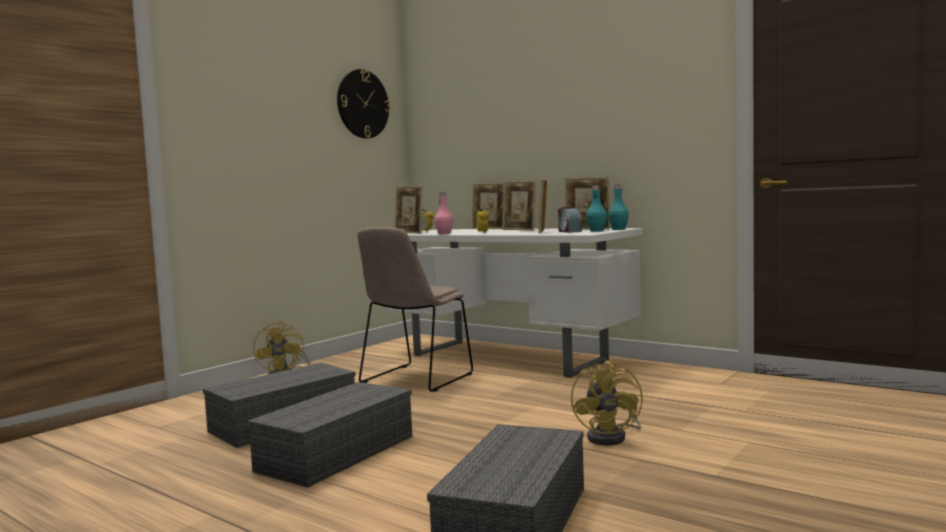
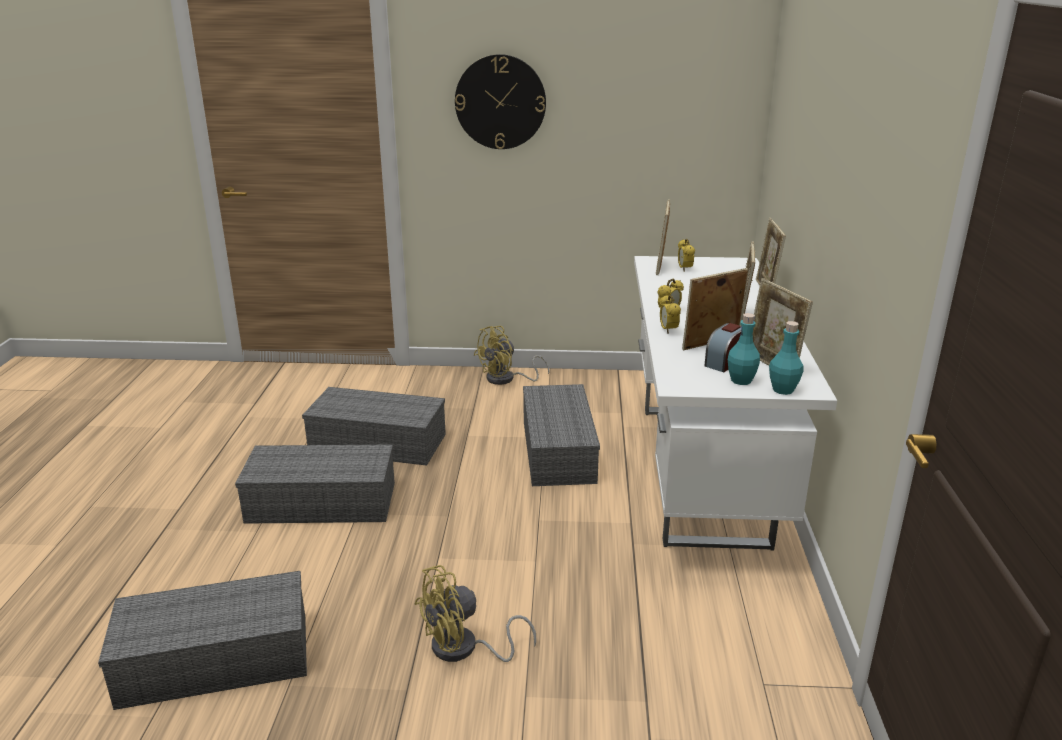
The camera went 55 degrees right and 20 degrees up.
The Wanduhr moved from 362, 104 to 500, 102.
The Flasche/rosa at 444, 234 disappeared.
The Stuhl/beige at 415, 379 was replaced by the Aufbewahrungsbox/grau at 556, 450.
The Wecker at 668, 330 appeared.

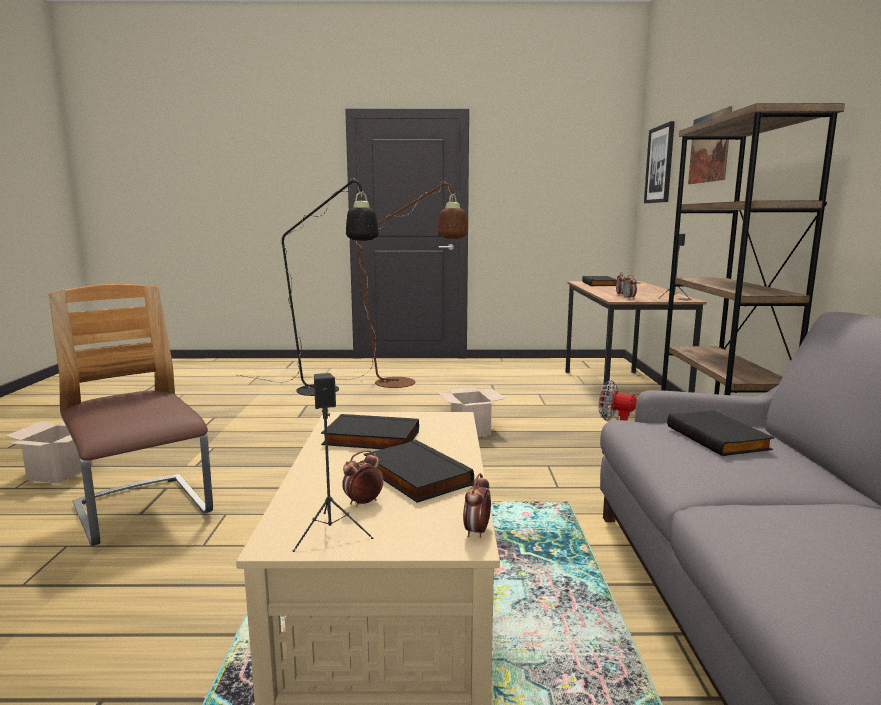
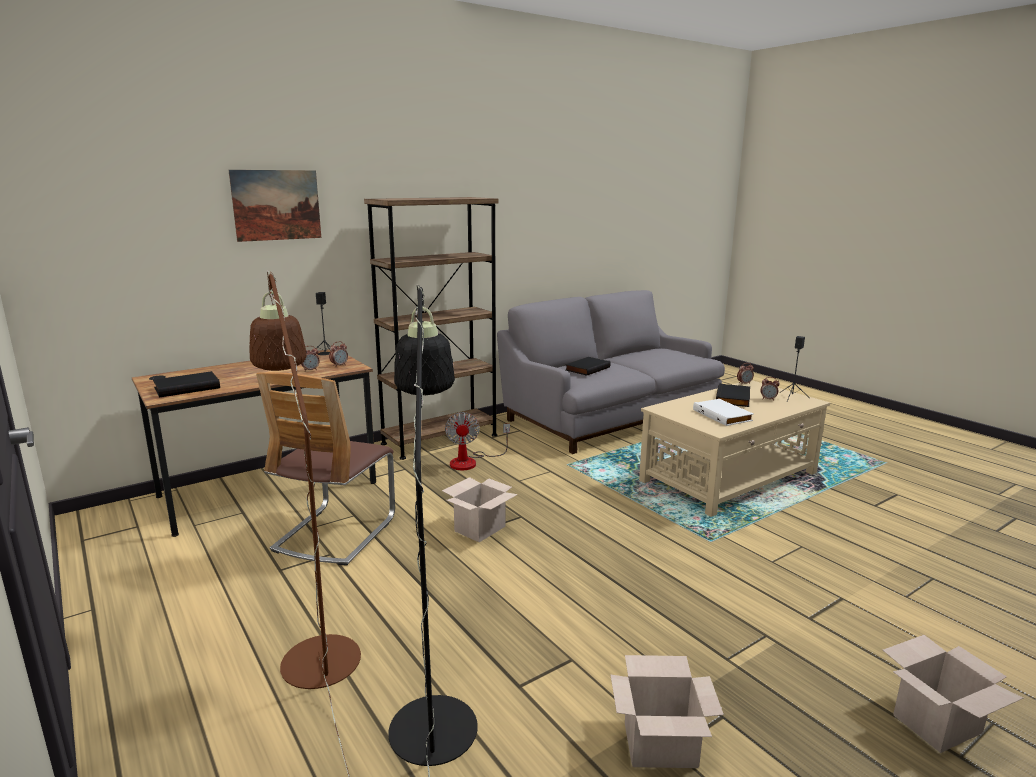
The camera went 125 degrees left and 5 degrees up.
The Bild at 660, 164 disappeared.
The Stuhl moved from 142, 511 to 335, 533.
The Buch/schwarz at 370, 439 became the Buch/weiß at 723, 415.
The Karton at 658, 746 appeared.

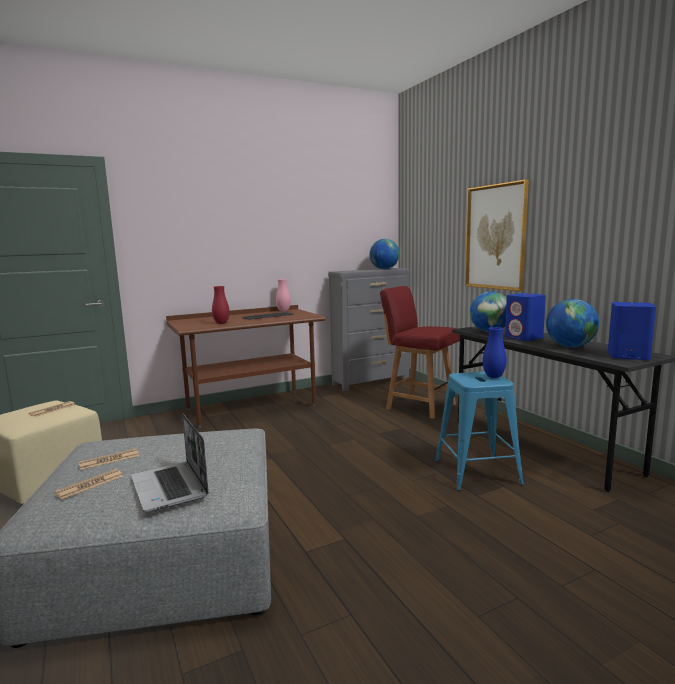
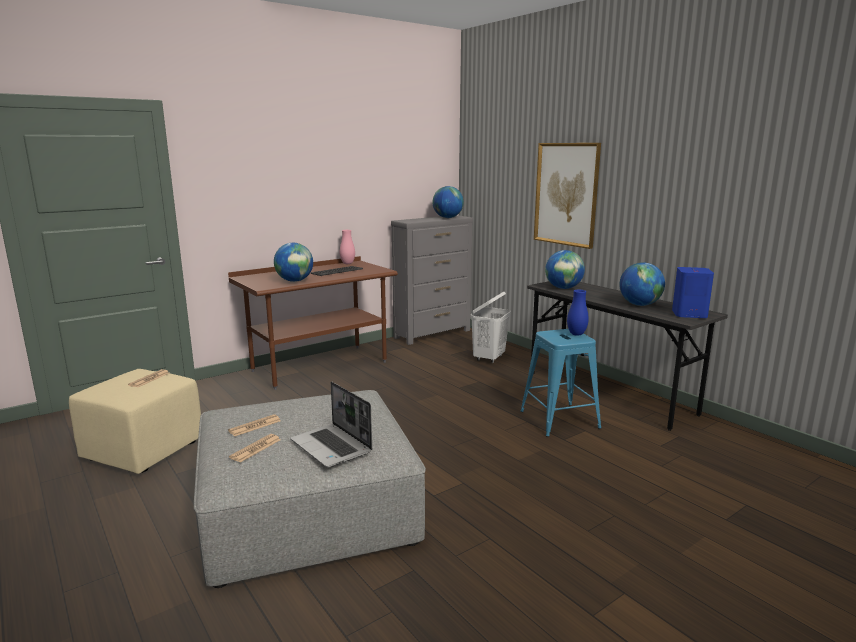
The camera went 10 degrees left and 5 degrees up.
The Vase/rot at 221, 323 was replaced by the Globus at 295, 281.
The Stuhl/rot at 419, 406 was replaced by the Wäschekorb/weiß at 489, 358.
The Lautsprecher/blau at 524, 338 disappeared.

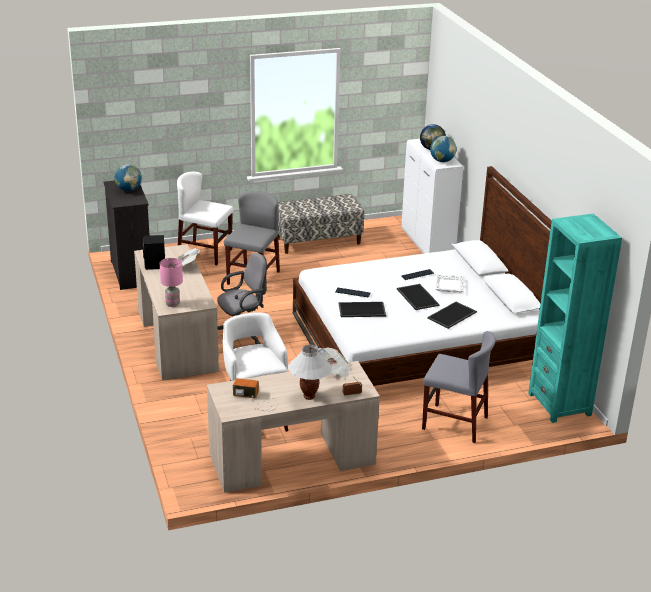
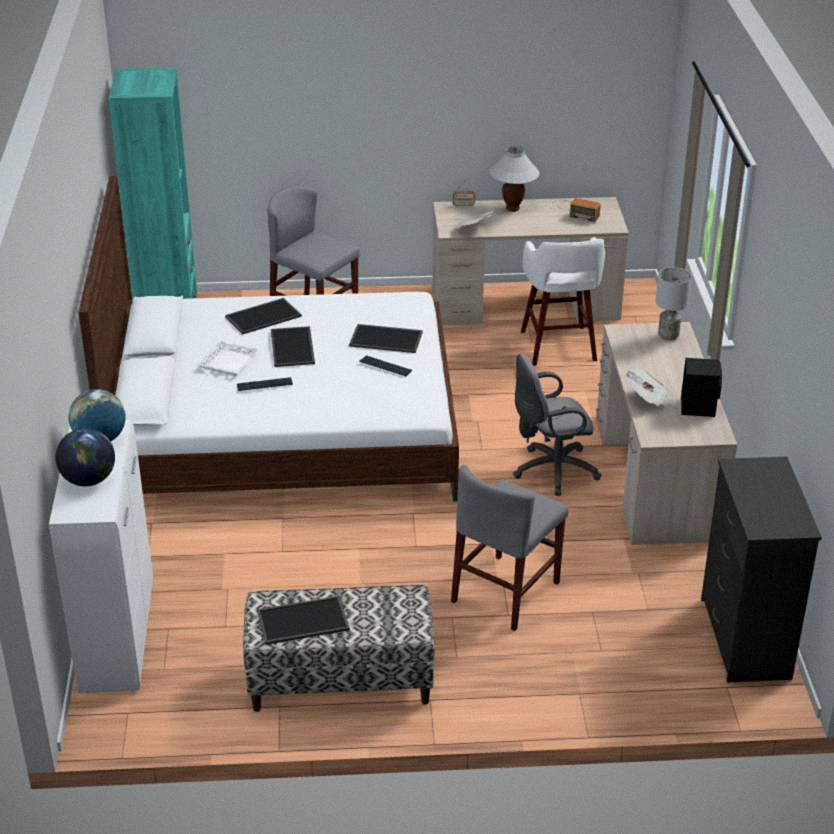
The camera went 165 degrees left and 5 degrees up.
The Globus at 128, 190 disappeared.
The Stuhl/weiß at 205, 253 disappeared.
The Tischlampe/rosa at 173, 304 became the Tischlampe/grau at 668, 336.
The Tablett at 302, 622 appeared.

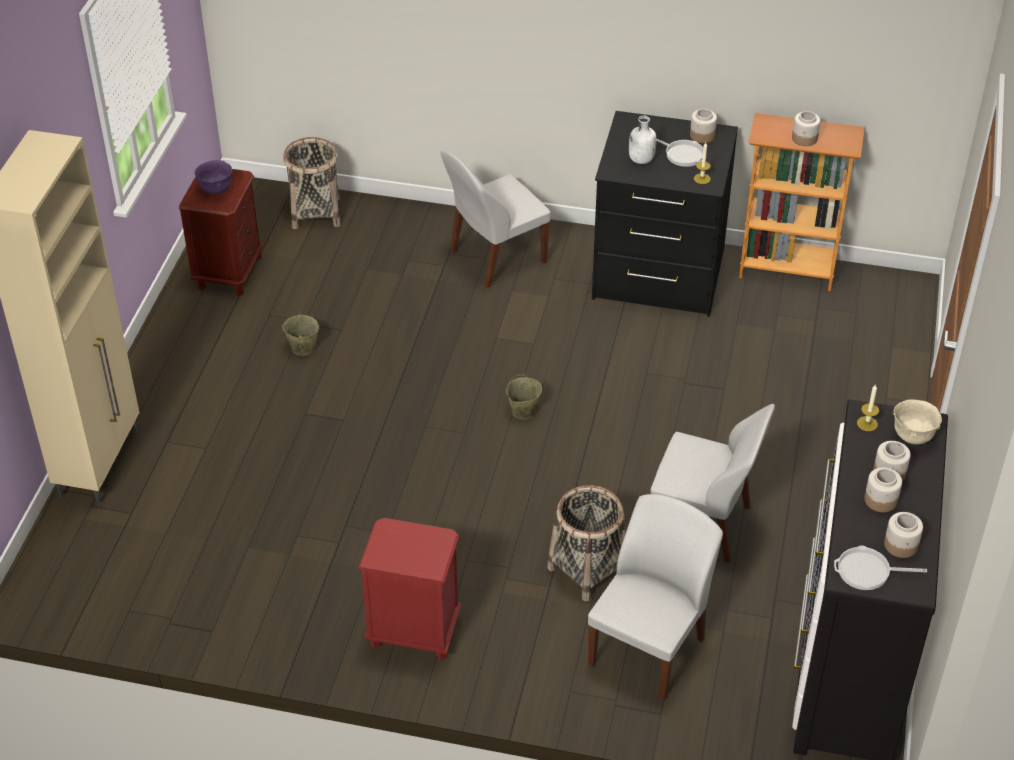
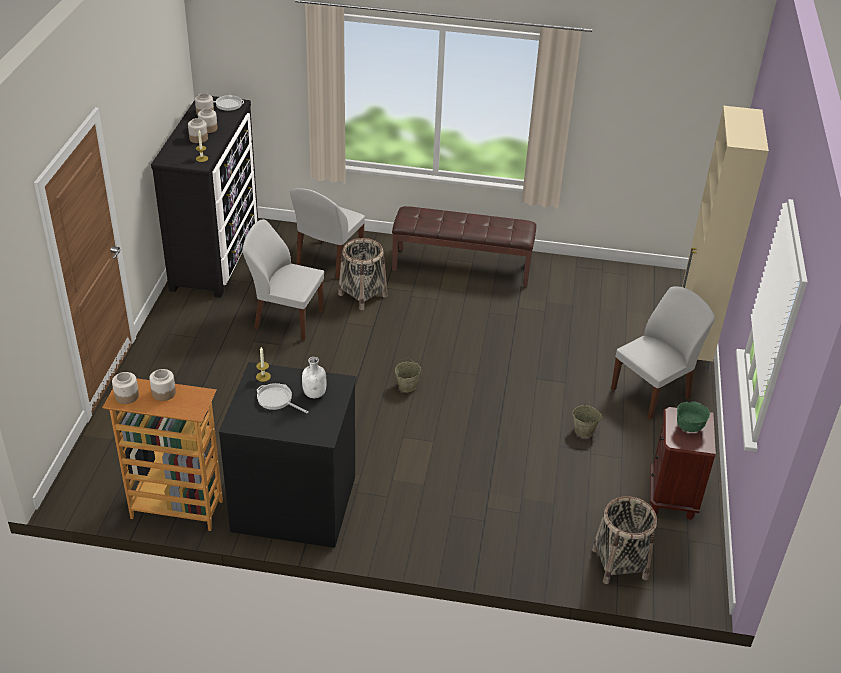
The camera went 175 degrees right and 5 degrees down.
The Vorratsglas moved from 702, 136 to 127, 396.
The Stuhl/weiß moved from 495, 257 to 652, 393.
The Schüssel/lila at 216, 190 became the Schüssel/grün at 689, 427.
The Schüssel/beige at 912, 436 disappeared.
The Nachttisch/rot at 414, 632 was replaced by the Bank/braun at 462, 266.

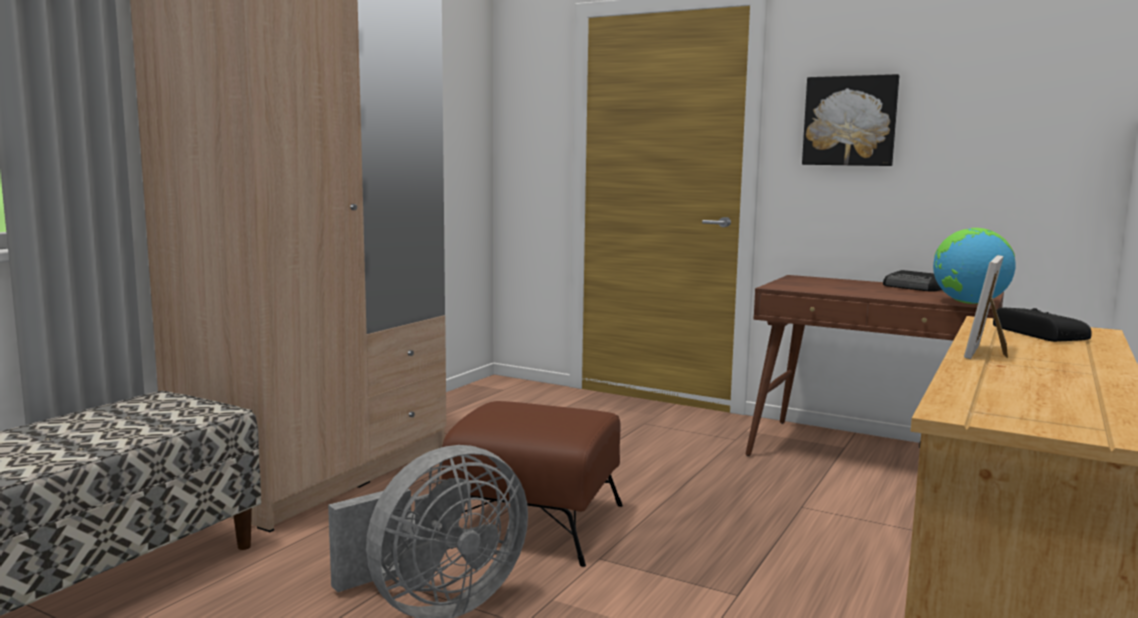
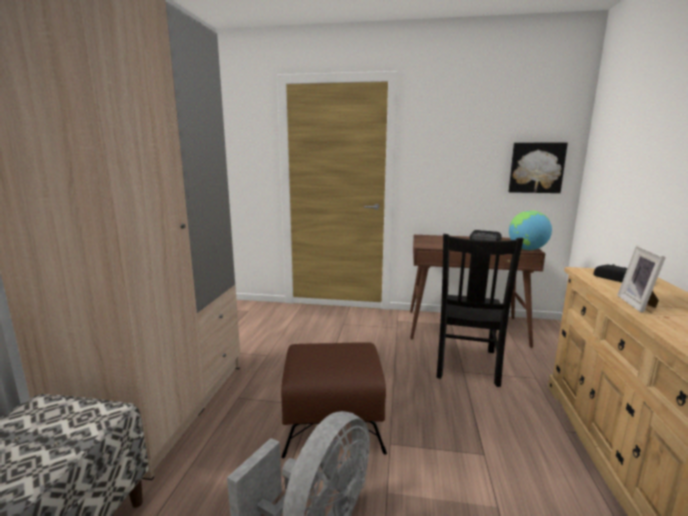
The camera went 20 degrees left and 5 degrees up.
The Bild moved from 850, 121 to 536, 167.
The Stuhl/schwarz at 466, 365 appeared.

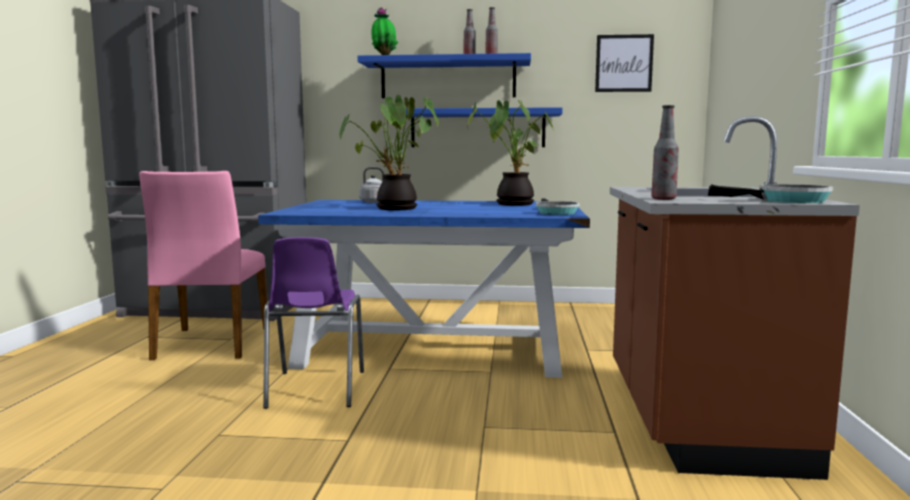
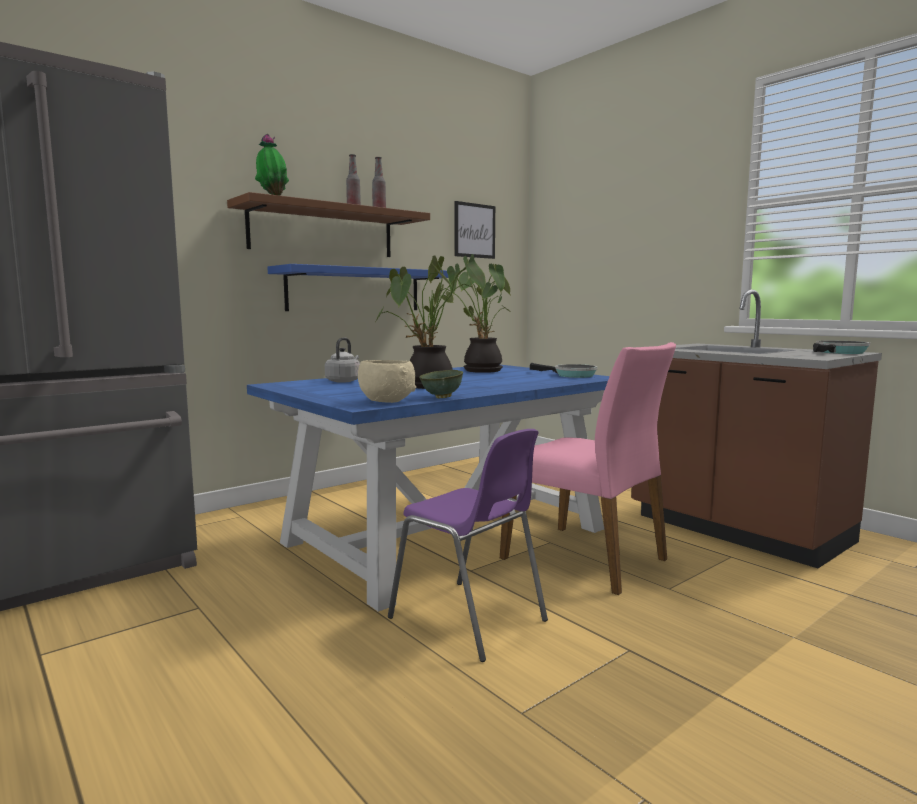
The camera went 45 degrees left and 0 degrees up.
The Wandregal/blau at 448, 79 became the Wandregal/braun at 323, 231.
The Flasche at 663, 199 disappeared.
The Stuhl/rosa moved from 211, 343 to 586, 558.
The Schüssel/beige at 386, 401 appeared.
The Schüssel/grün at 442, 397 appeared.

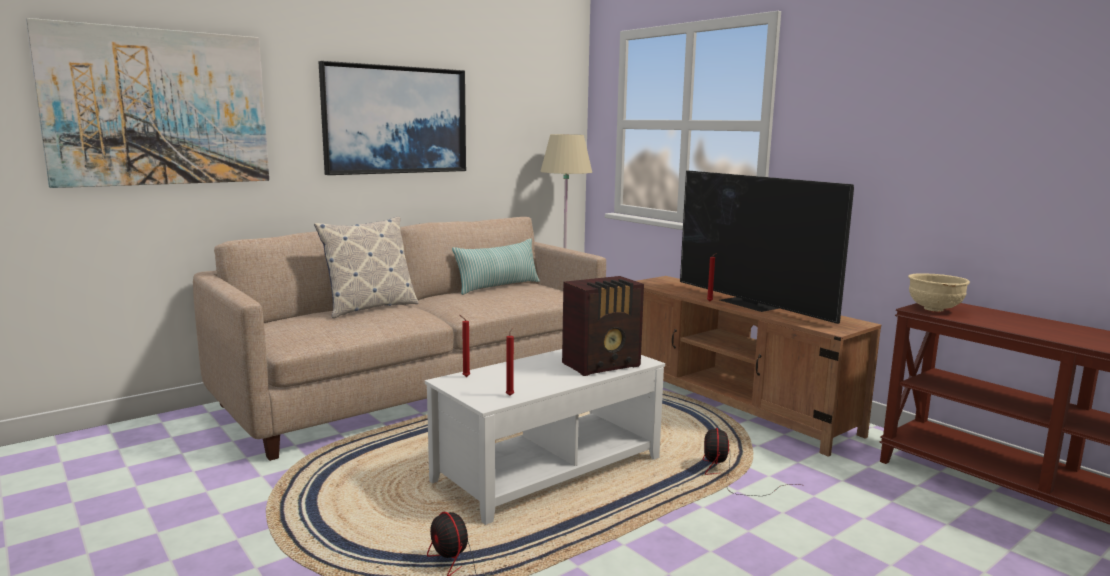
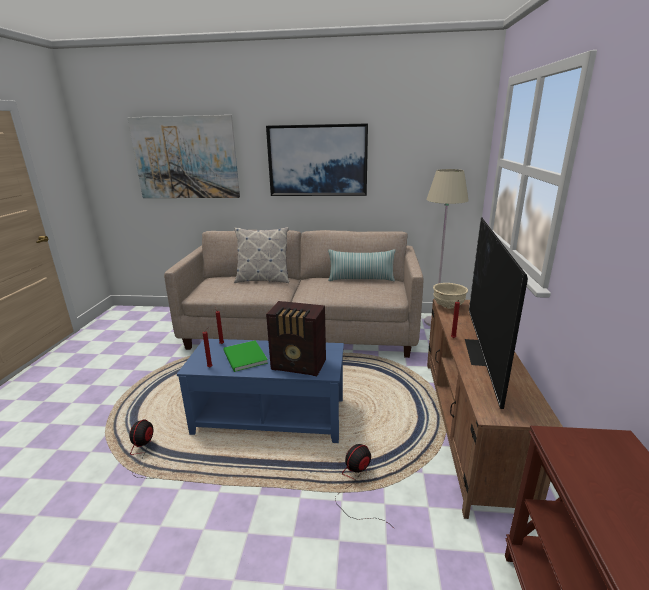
The camera went 45 degrees right and 10 degrees up.
The Schüssel/beige moved from 934, 309 to 448, 306.
The Couchtisch/weiß at 548, 469 became the Couchtisch/blau at 270, 416.
The Buch/grün at 244, 358 appeared.

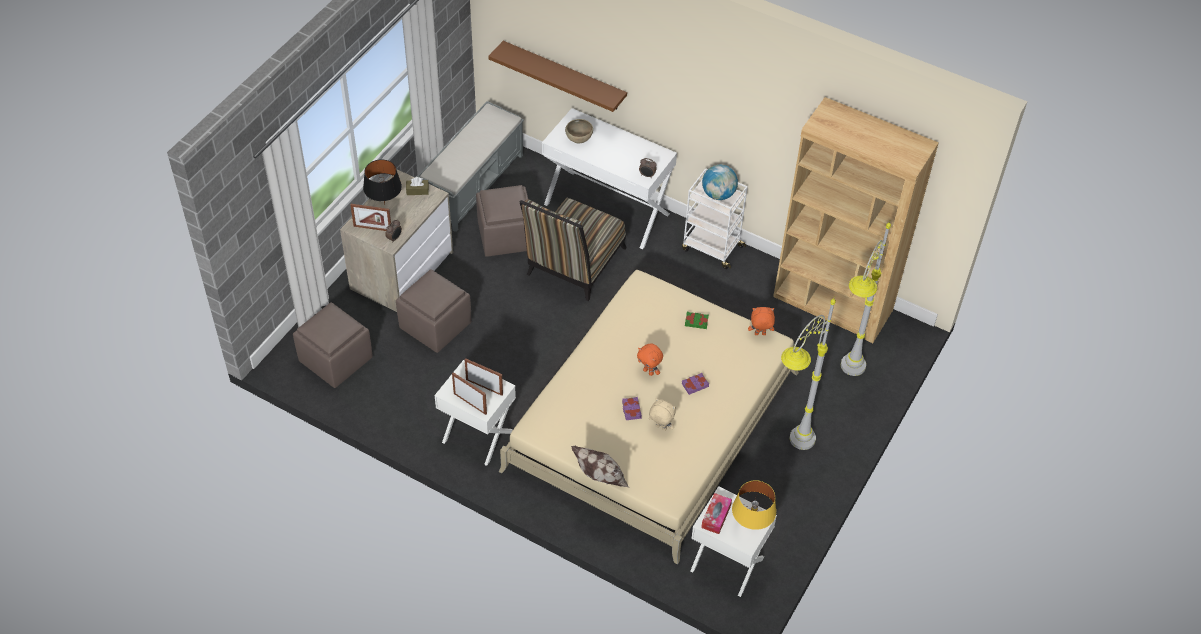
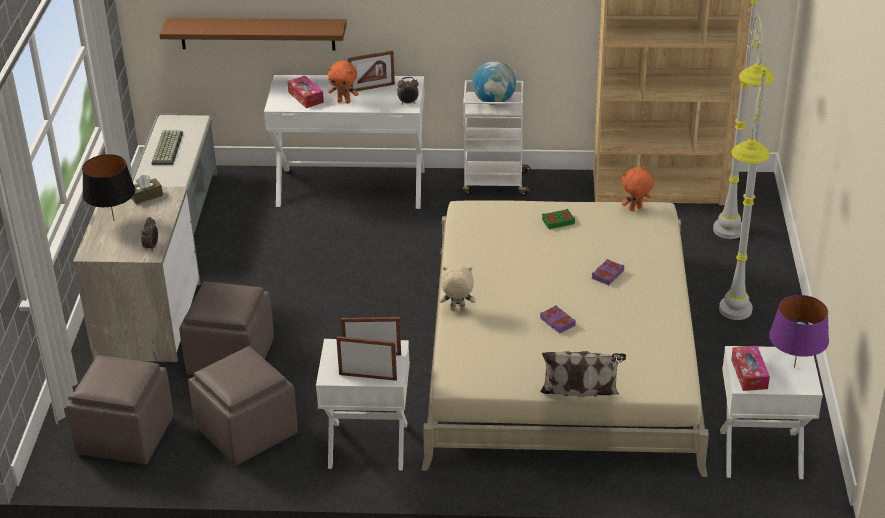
The camera went 25 degrees left and 15 degrees down.
The Schüssel/braun at 579, 140 was replaced by the Taschentuchbox at 306, 97.
The Polsterhocker/braun moved from 505, 236 to 245, 431.
The Stuhl at 573, 265 disappeared.
The Bilderrahmen moved from 372, 228 to 372, 88.
The Plüschtier/orange moved from 649, 372 to 344, 101.
The Plüschtier/beige moved from 660, 428 to 457, 310.
The Tischlampe/gelb at 751, 525 became the Tischlampe/lila at 794, 367.
The Tastatur at 166, 148 appeared.

